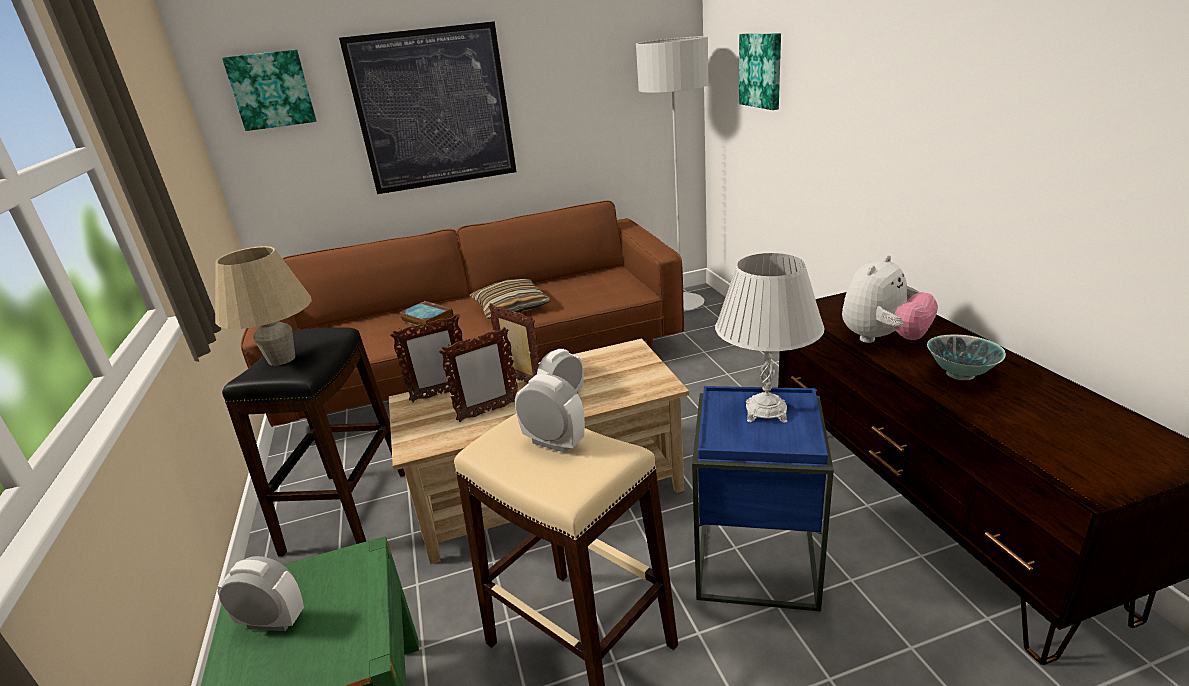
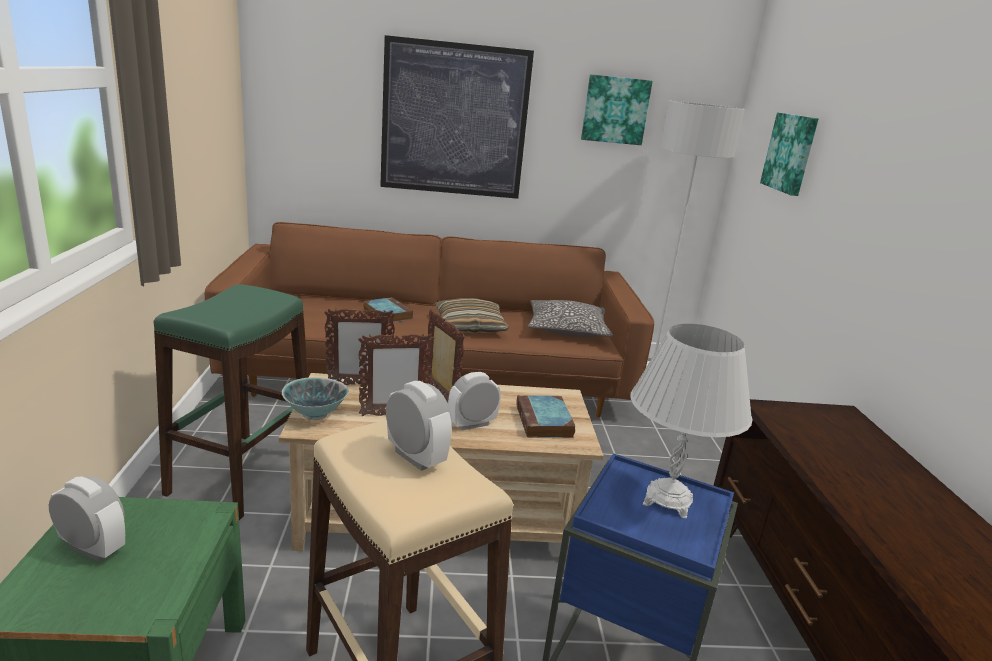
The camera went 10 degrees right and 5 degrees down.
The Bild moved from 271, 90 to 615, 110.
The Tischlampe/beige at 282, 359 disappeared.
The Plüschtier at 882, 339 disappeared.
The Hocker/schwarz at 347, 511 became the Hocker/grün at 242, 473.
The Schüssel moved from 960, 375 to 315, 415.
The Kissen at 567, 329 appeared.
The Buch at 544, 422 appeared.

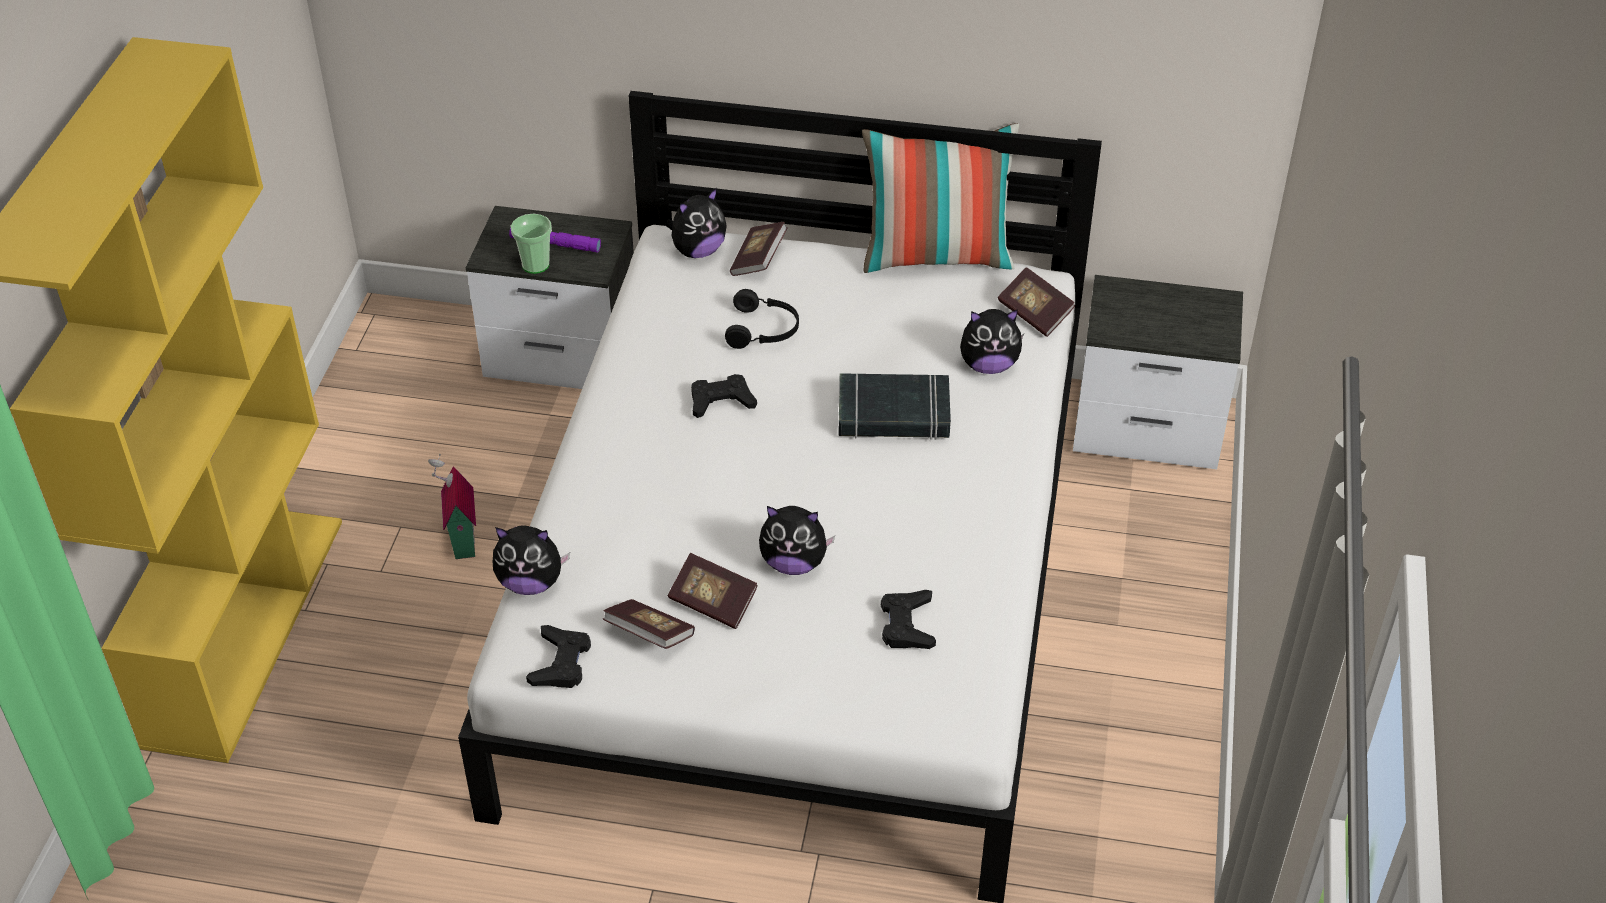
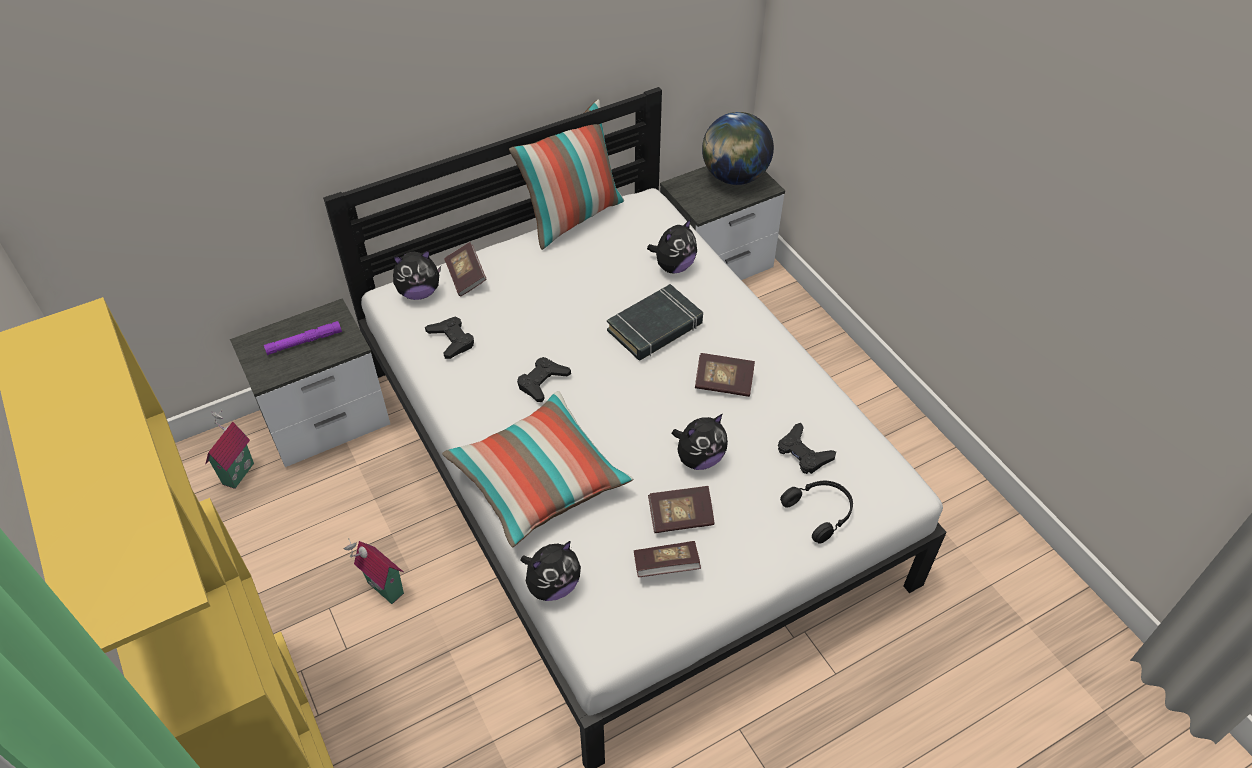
The camera went 40 degrees left and 5 degrees up.
The Plüschtier at 698, 251 turned 60 degrees clockwise.
The Tasse at 535, 265 disappeared.
The Buch moved from 1035, 313 to 723, 383.
The Kopfhörer/schwarz moved from 764, 330 to 820, 512.
The Gamepad/schwarz moved from 561, 663 to 451, 340.
The Globus at 734, 177 appeared.
The Kissen at 538, 480 appeared.
The Spielzeughaus at 236, 472 appeared.

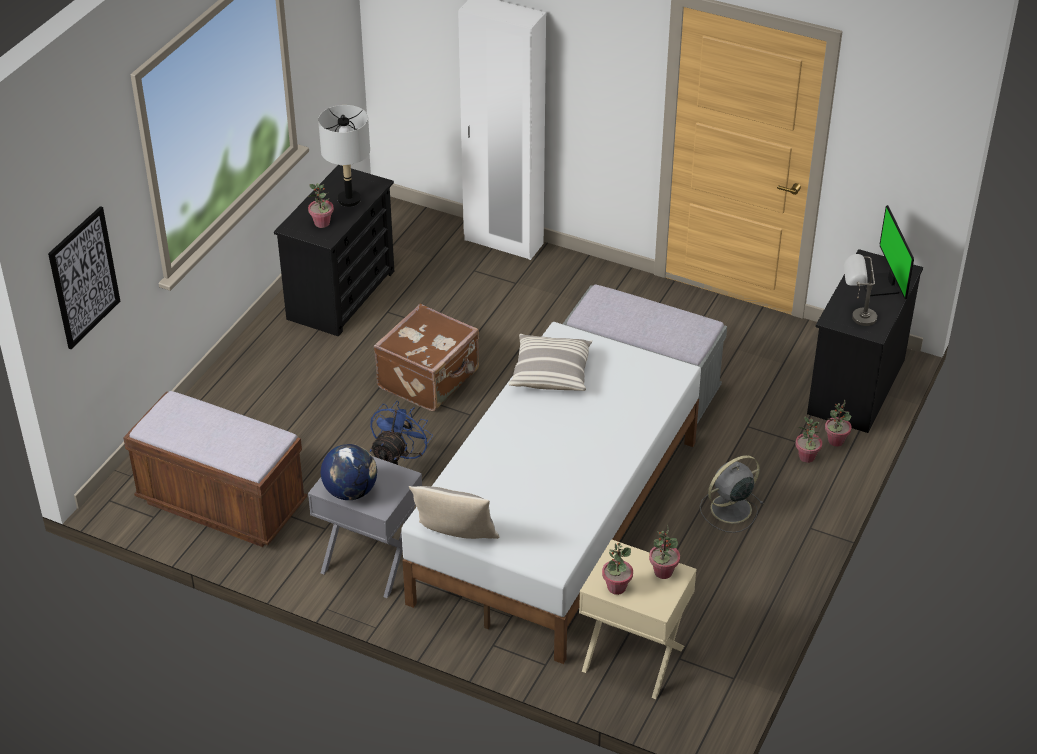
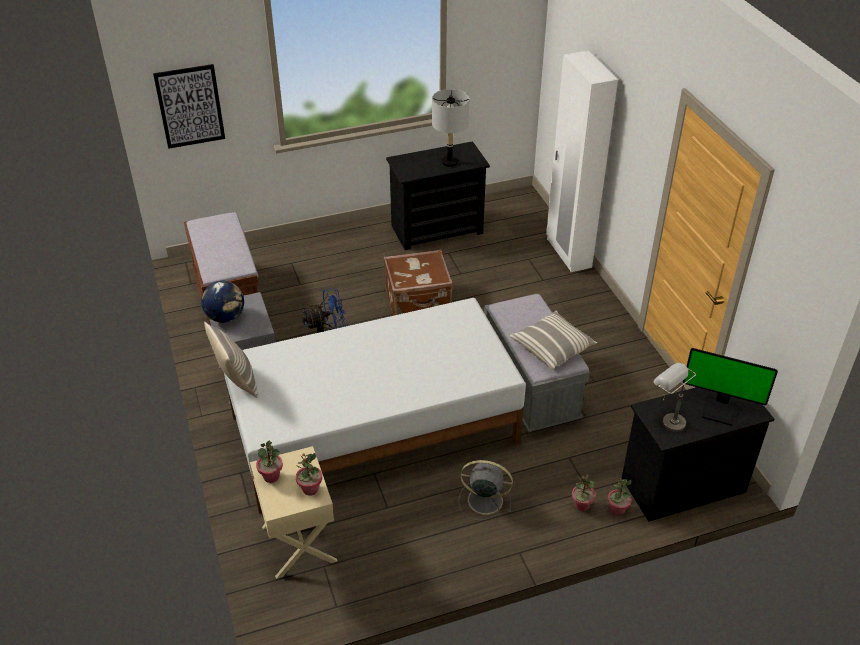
The camera went 45 degrees right and 0 degrees up.
The Topfpflanze at 322, 223 disappeared.
The Monitor at 881, 285 turned 105 degrees counterclockwise.
The Kissen moved from 551, 373 to 552, 348.

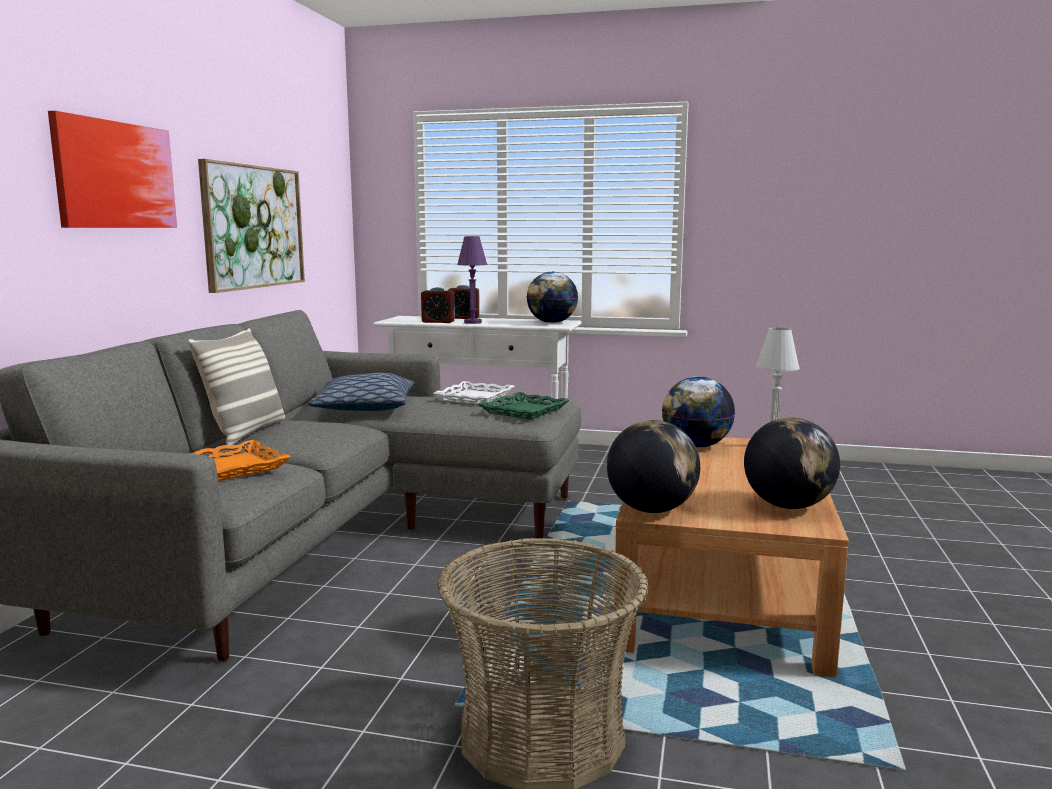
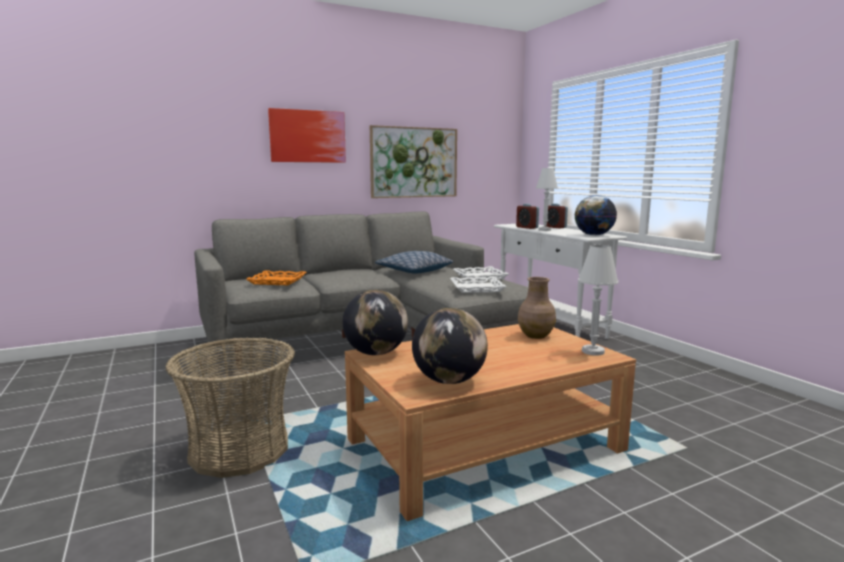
The camera went 50 degrees right and 0 degrees up.
The Tischlampe/lila at 473, 322 became the Tischlampe/weiß at 544, 230.
The Kissen at 246, 432 disappeared.
The Globus at 696, 446 was replaced by the Vase/braun at 535, 335.
The Tablett/grün at 525, 411 became the Tablett/weiß at 477, 288.

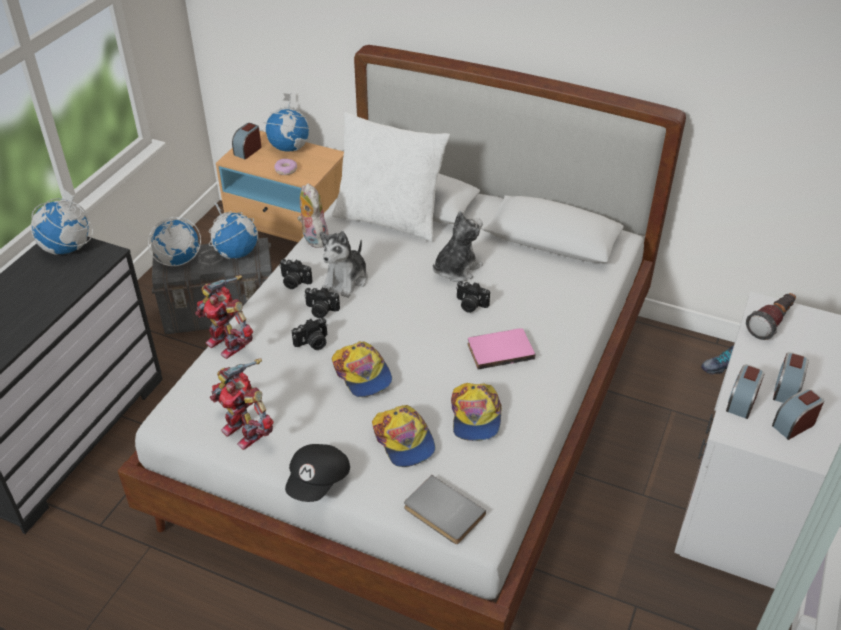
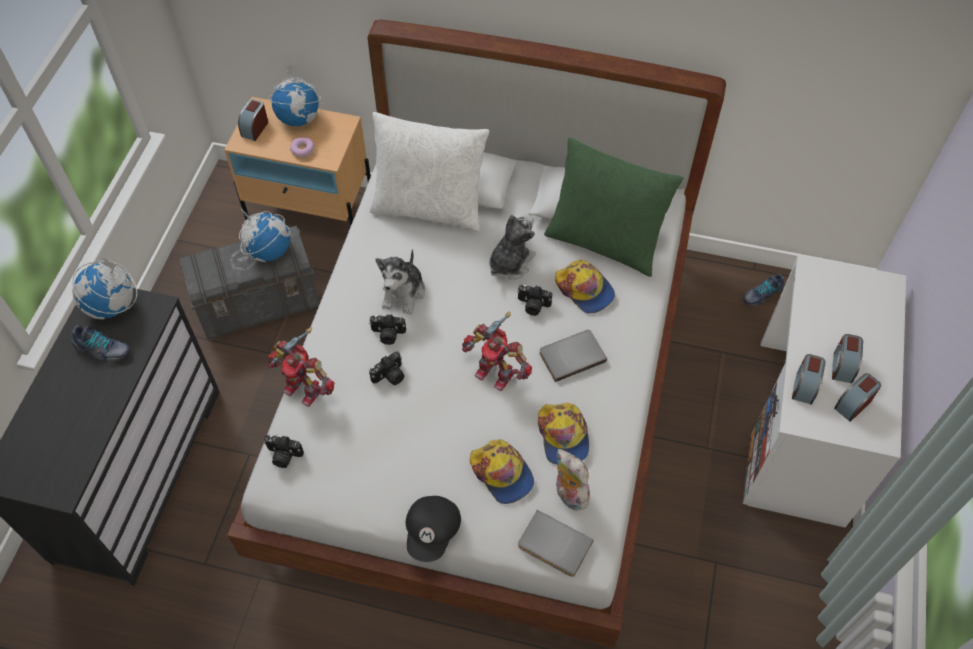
The camera went 10 degrees left and 15 degrees up.
The Plüschtier moved from 313, 238 to 568, 494.
The Globus at 178, 261 disappeared.
The Kamera moved from 294, 282 to 283, 456.
The Taschenlampe at 771, 323 disappeared.
The Buch/rosa at 499, 349 became the Buch/grau at 571, 355.
The Kappe moved from 362, 374 to 585, 290.
The Spielzeugroboter moved from 245, 431 to 496, 372.
The Kissen/grün at 605, 241 appeared.
The Schuh at 102, 349 appeared.

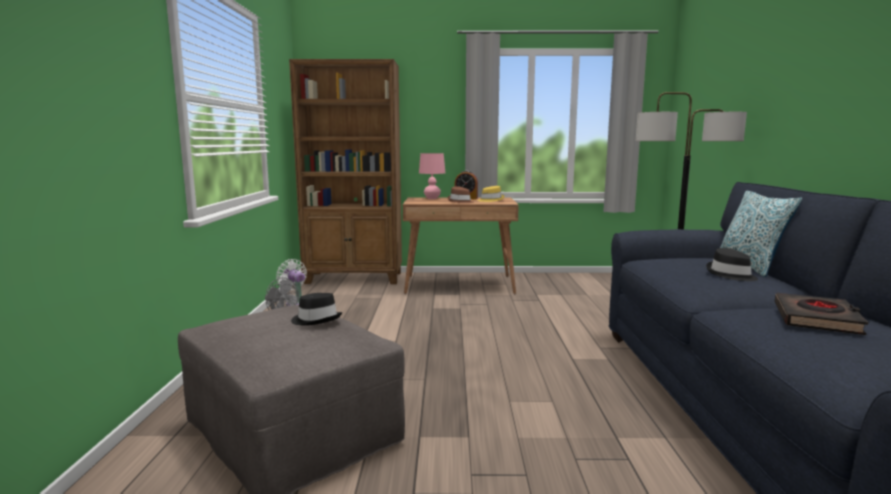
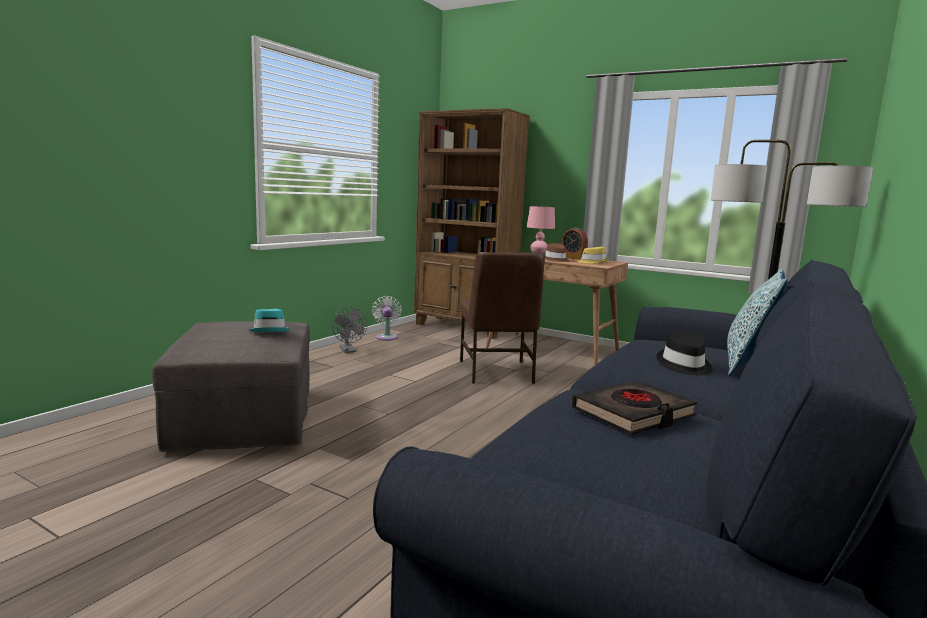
The camera went 30 degrees right and 0 degrees up.
The Hut/schwarz at 316, 319 became the Hut/türkis at 270, 330.
The Stuhl/braun at 497, 372 appeared.

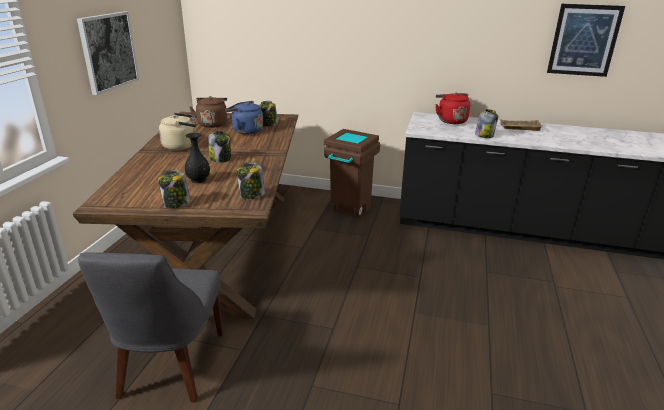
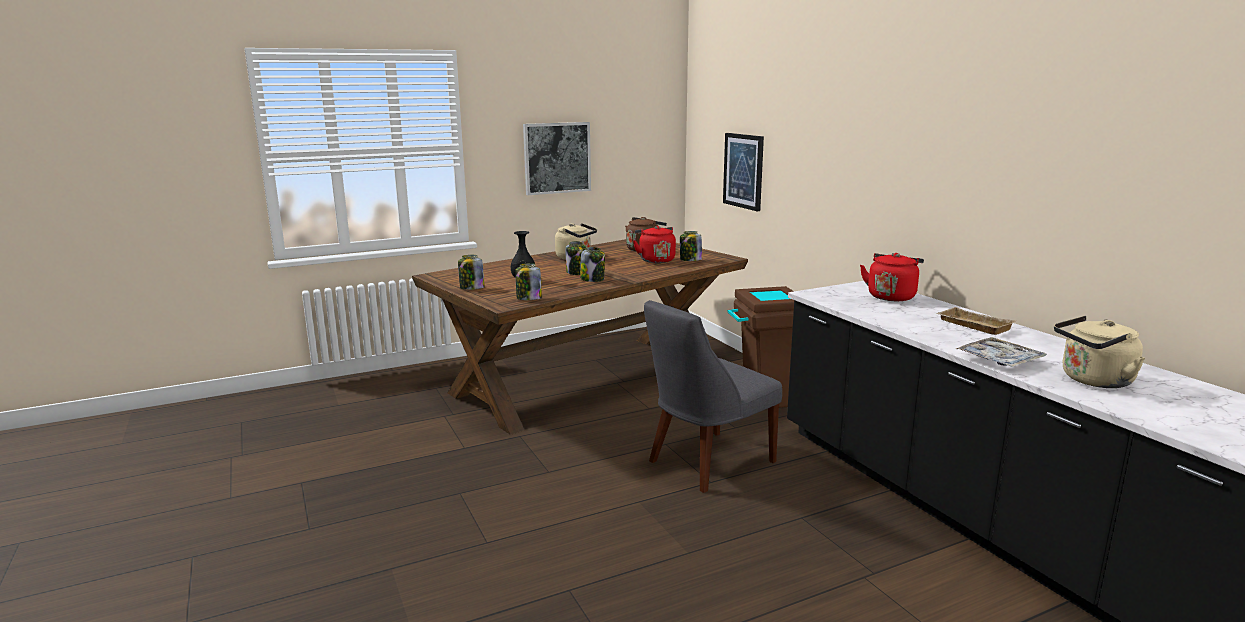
The camera went 50 degrees right and 10 degrees down.
The Bild moved from 584, 40 to 743, 171.
The Wasserkessel/blau at 246, 131 became the Wasserkessel/rot at 655, 260.
The Vorratsglas moved from 484, 136 to 593, 279.
The Stuhl/grau moved from 170, 367 to 706, 463.
The Wasserkessel/beige at 1093, 381 appeared.
The Tablett at 999, 360 appeared.

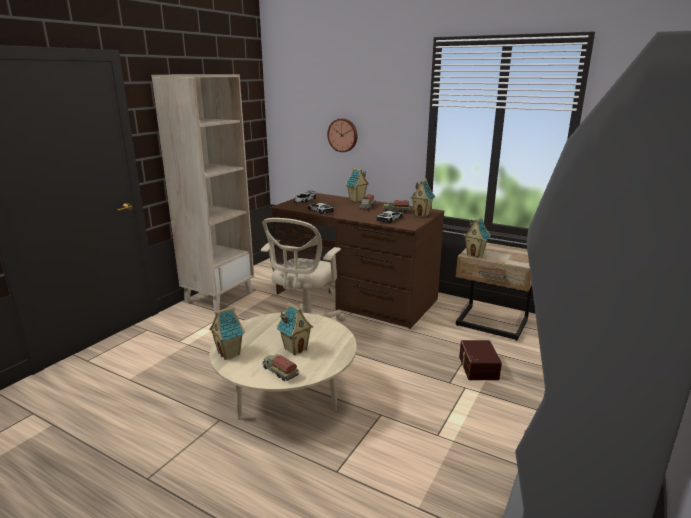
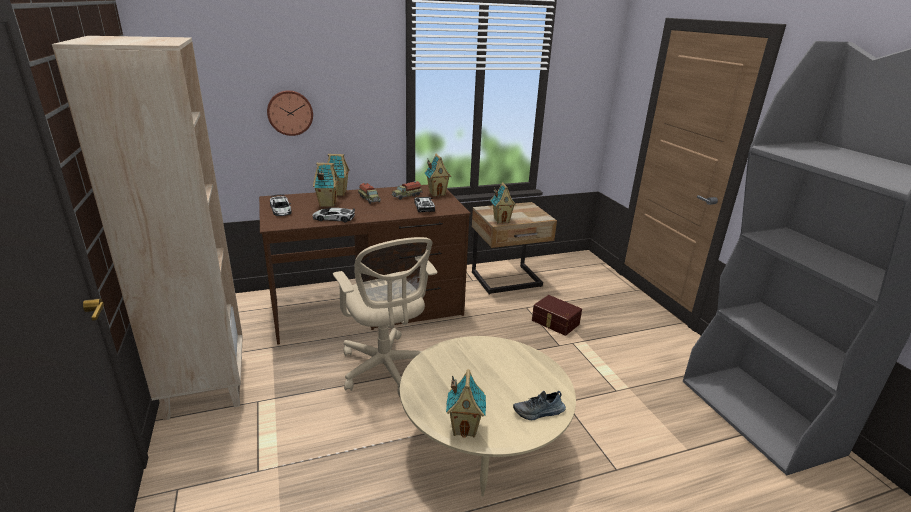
The camera went 50 degrees left and 5 degrees up.
The Spielzeughaus moved from 295, 349 to 327, 204.
The Spielzeuglaster at 279, 372 was replaced by the Schuh at 539, 412.

